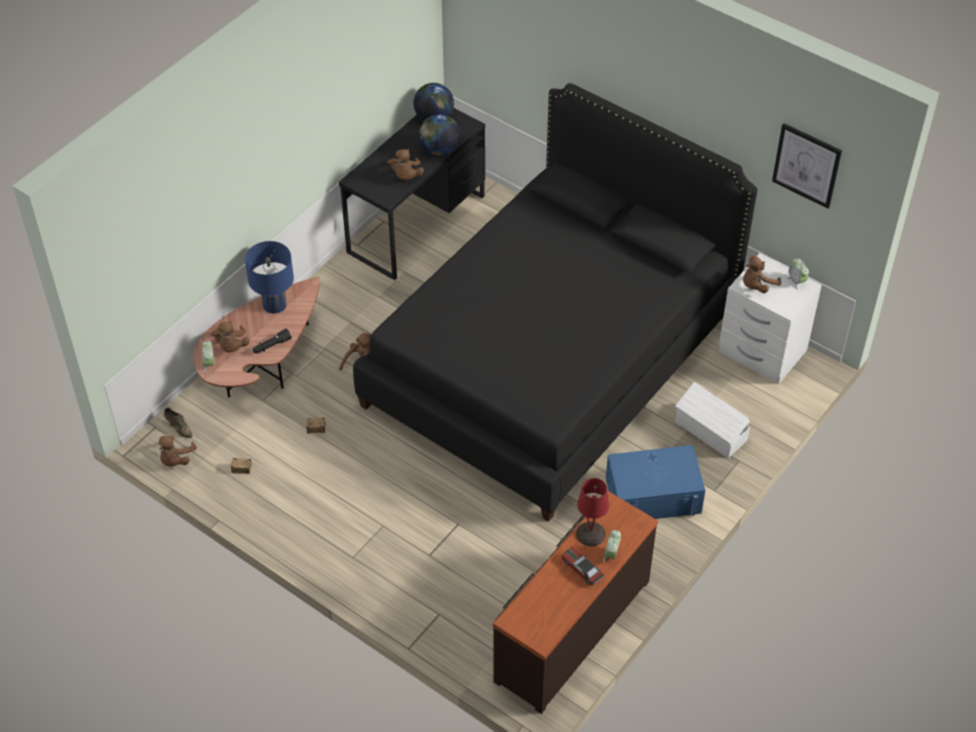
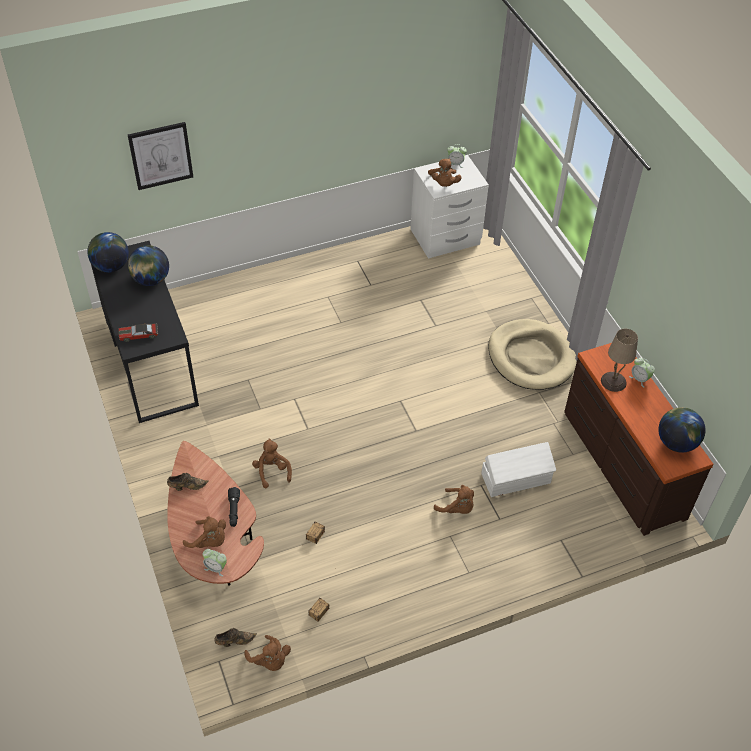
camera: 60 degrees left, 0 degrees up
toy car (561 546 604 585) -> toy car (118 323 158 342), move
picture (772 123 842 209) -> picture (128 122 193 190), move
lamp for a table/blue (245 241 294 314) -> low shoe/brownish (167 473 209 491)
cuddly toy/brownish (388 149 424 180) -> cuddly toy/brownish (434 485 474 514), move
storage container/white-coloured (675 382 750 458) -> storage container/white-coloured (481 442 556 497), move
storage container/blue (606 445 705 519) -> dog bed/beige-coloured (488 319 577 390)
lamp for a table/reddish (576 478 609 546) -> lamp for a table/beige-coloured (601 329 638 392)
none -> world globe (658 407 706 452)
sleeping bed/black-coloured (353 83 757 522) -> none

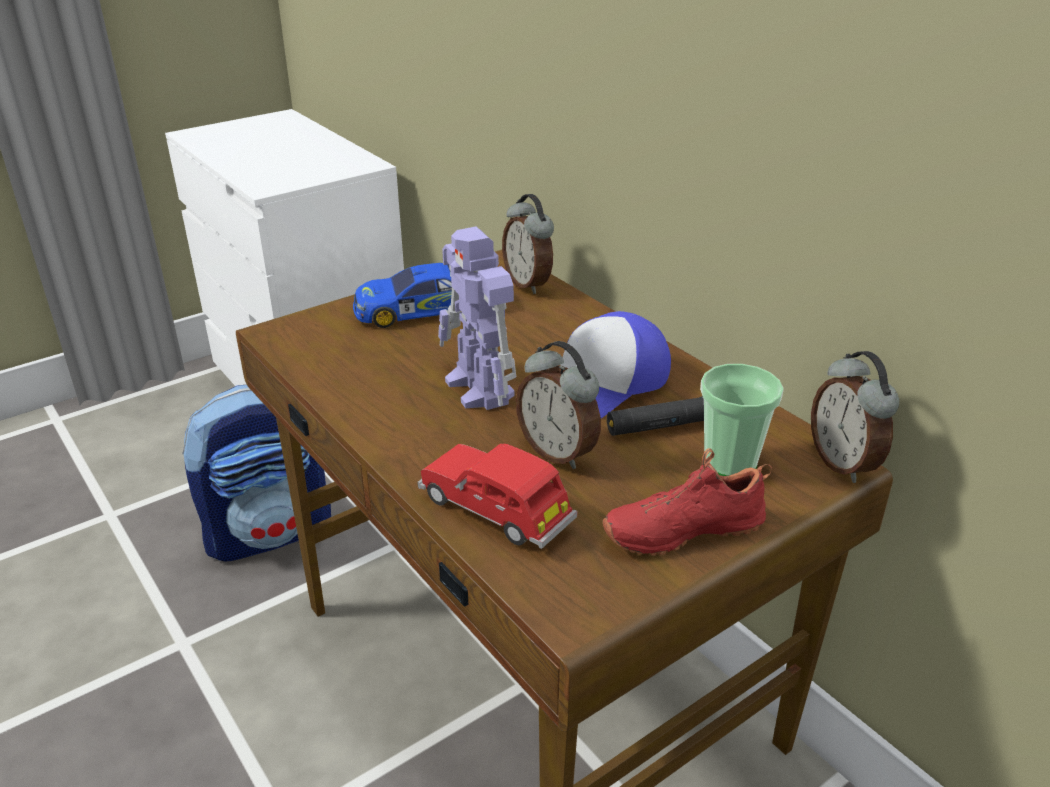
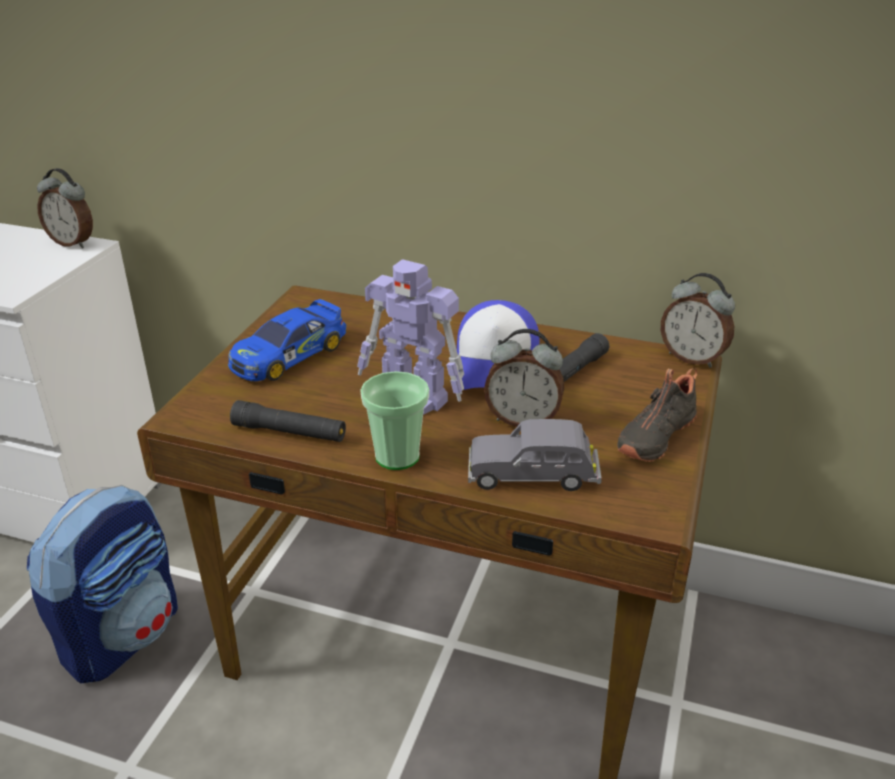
camera: 35 degrees left, 0 degrees up
table clock (502 194 554 294) -> table clock (37 168 93 248), move
none -> hand torch/black-coloured (230 400 346 442)
cup (700 364 784 476) -> cup (360 371 429 470), move
toy car/reddish (417 444 577 549) -> toy car/greyish (468 419 602 491)
low shoe/reddish (603 448 772 556) -> low shoe/black-coloured (617 368 697 462)

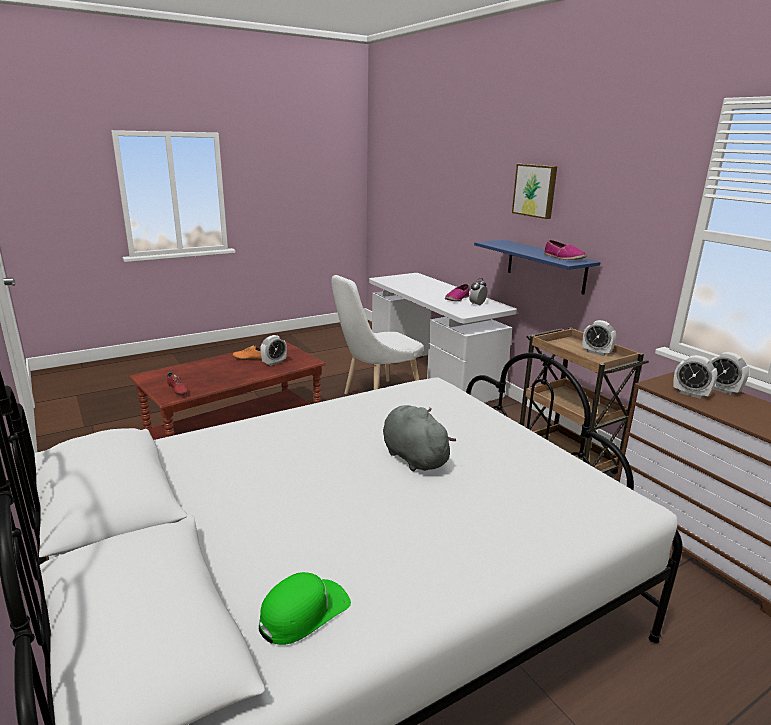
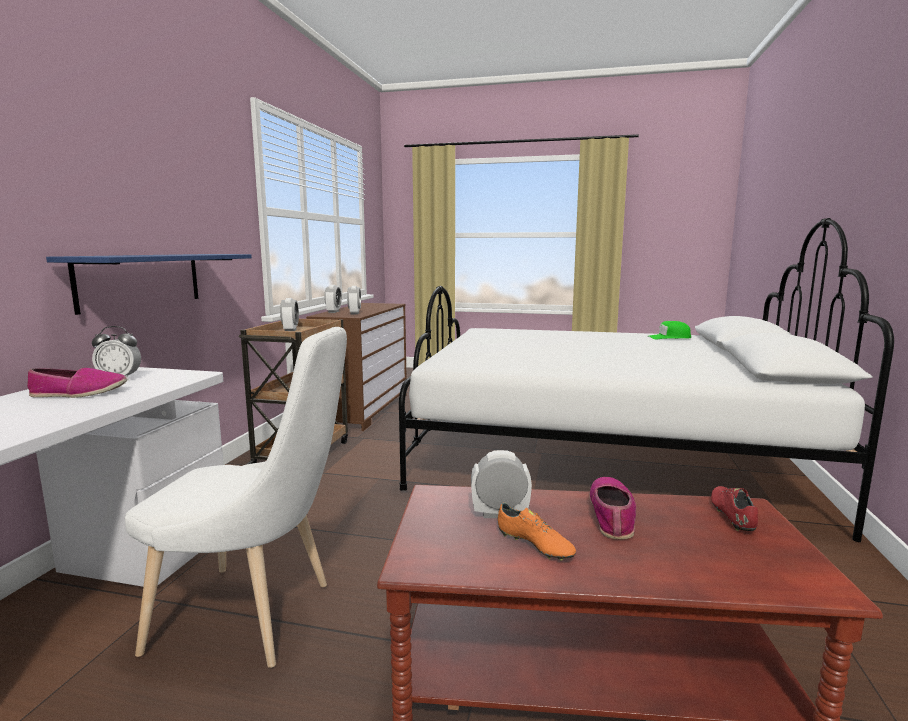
camera: 135 degrees left, 10 degrees down
low shoe (544 240 587 260) -> low shoe (590 477 636 539), move
cuddly toy/greyish (383 405 456 471) -> none
picture (512 164 557 219) -> none

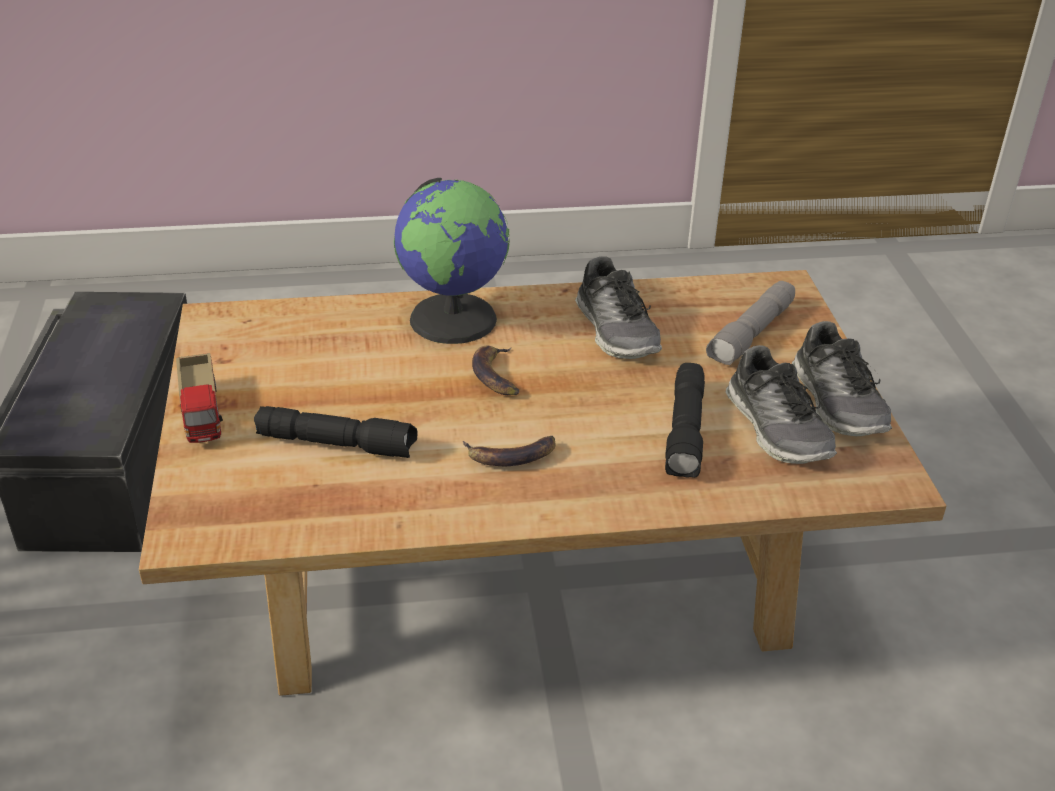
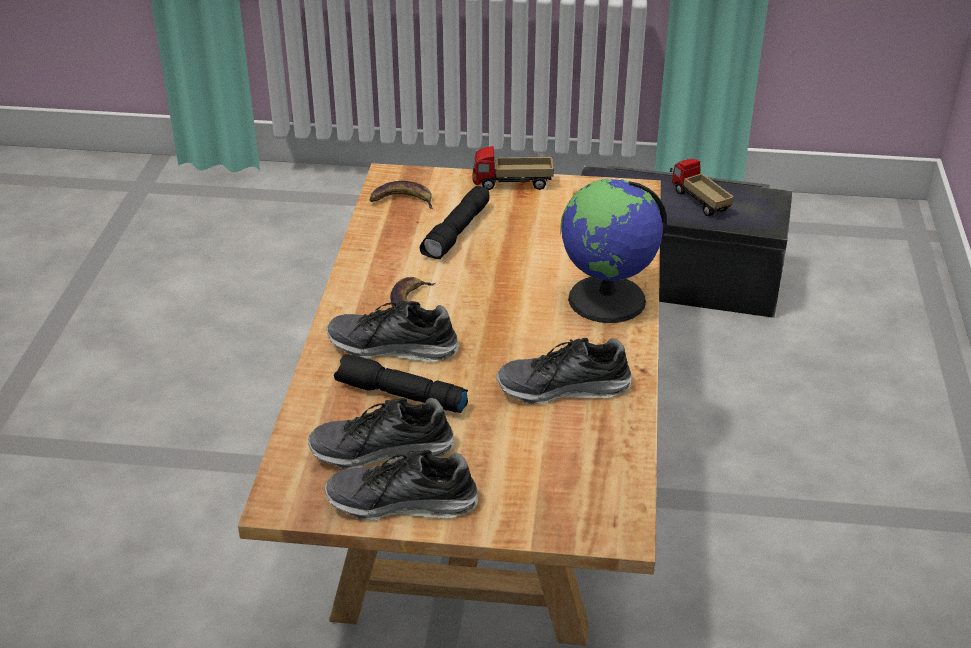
camera: 105 degrees right, 0 degrees up
none -> low shoe (327 301 459 362)
banana (472 346 519 395) -> banana (369 181 433 209), move
none -> model truck (670 159 734 216)
hand torch/greyish (706 281 795 365) -> none

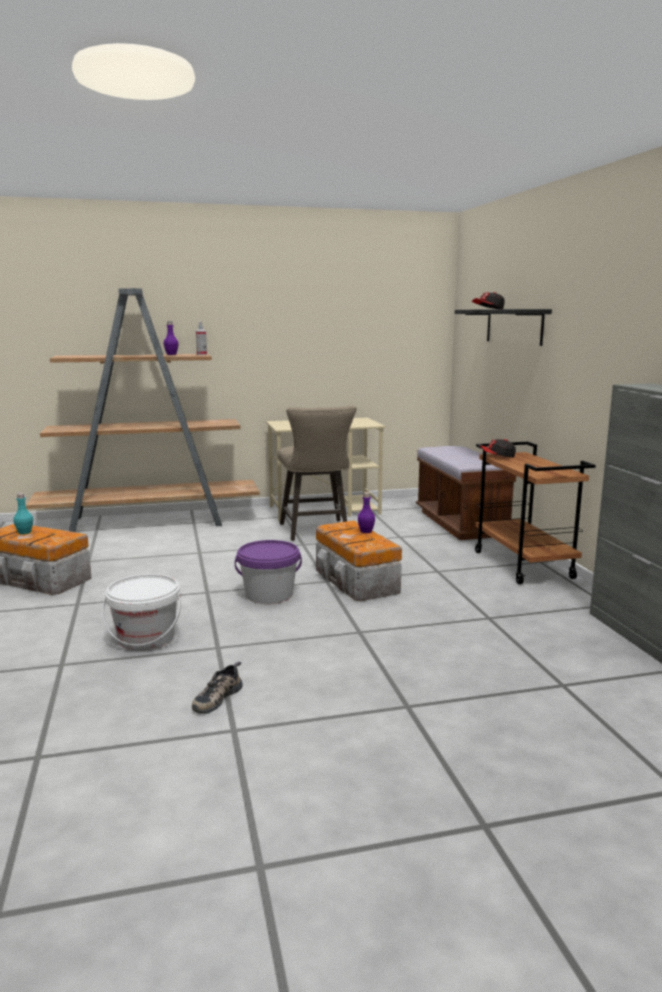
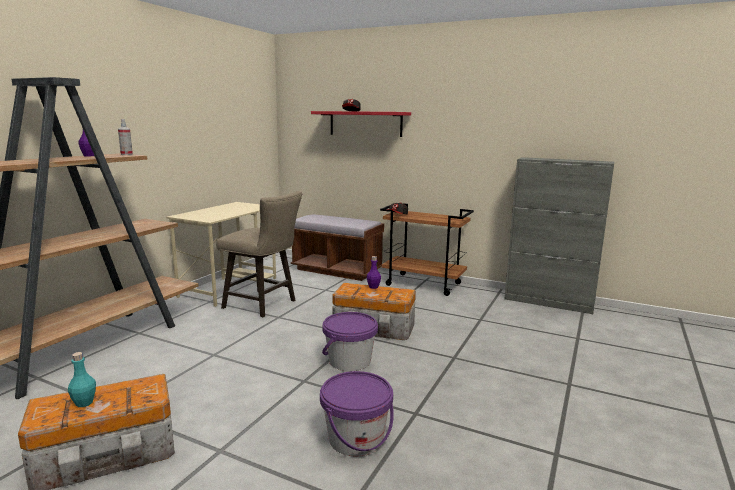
camera: 50 degrees left, 0 degrees up
wall shelf/black-coloured (455 309 552 346) -> wall shelf/reddish (311 111 411 137)
pail/white-coloured (102 574 181 651) -> pail/purple (320 371 394 456)
low shoe (192 662 242 714) -> none

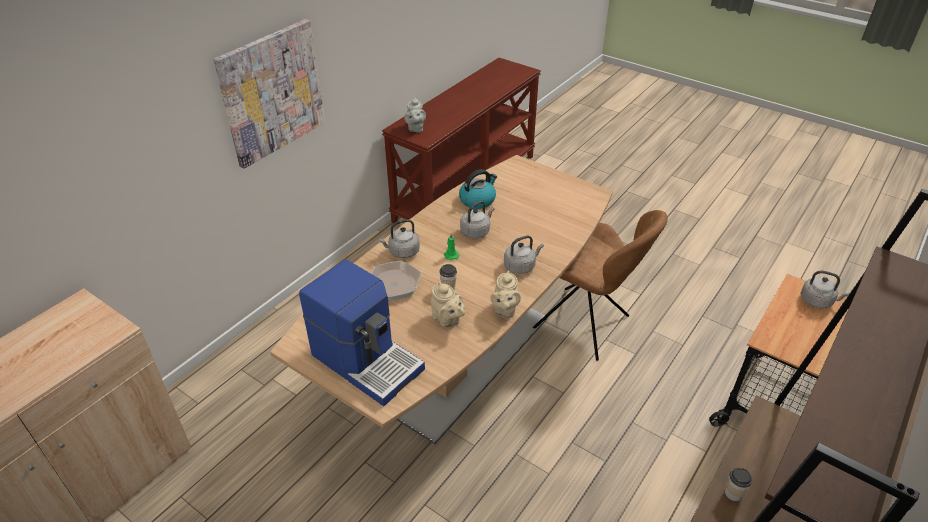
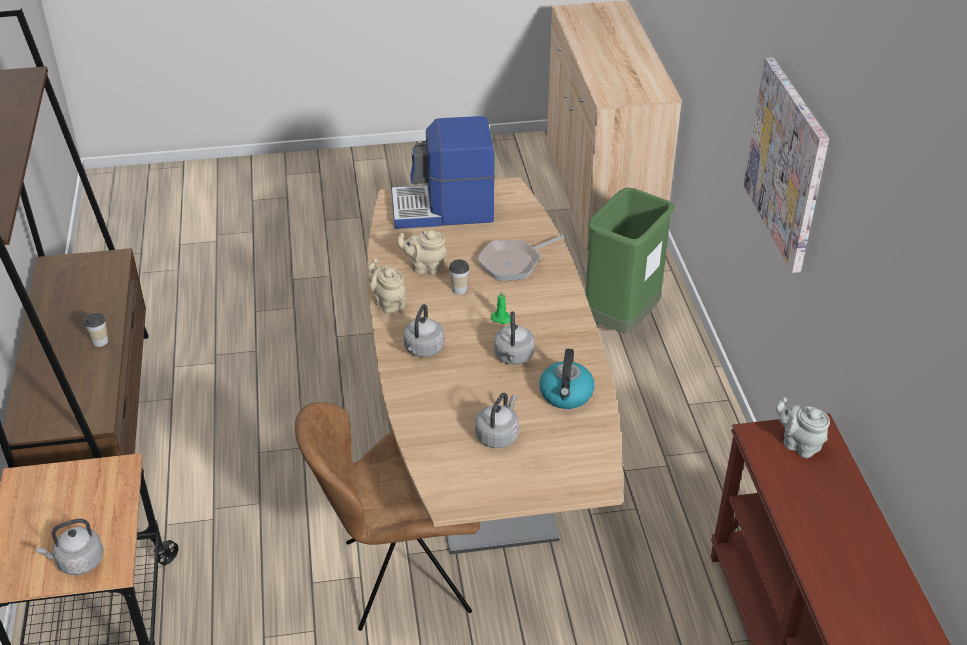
camera: 135 degrees right, 0 degrees up
tea kettle/greyish (379 219 420 258) -> tea kettle/greyish (475 393 519 448), move
none -> waste bin/green (585 188 674 333)

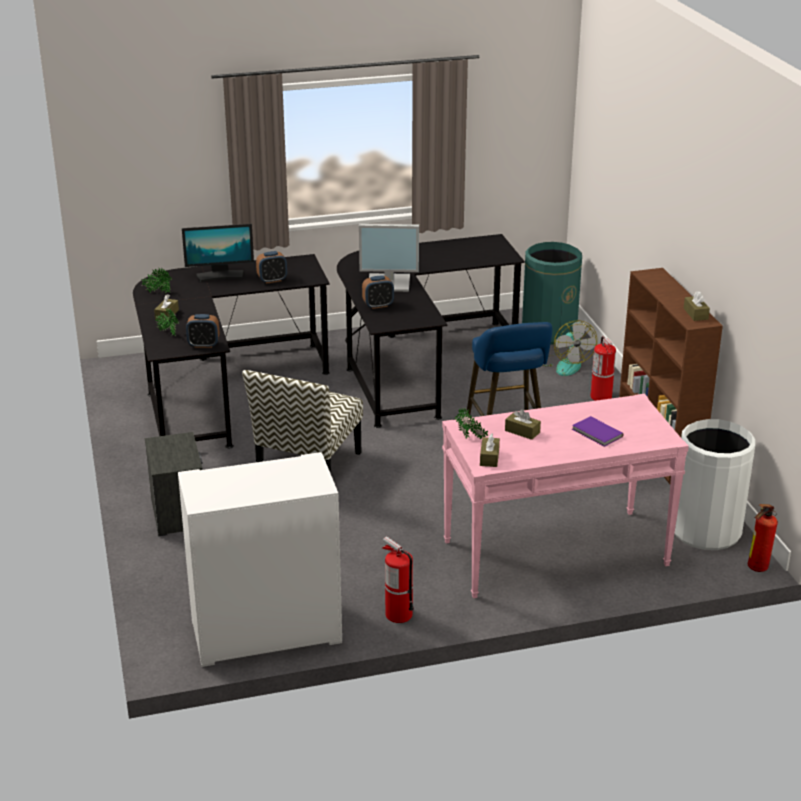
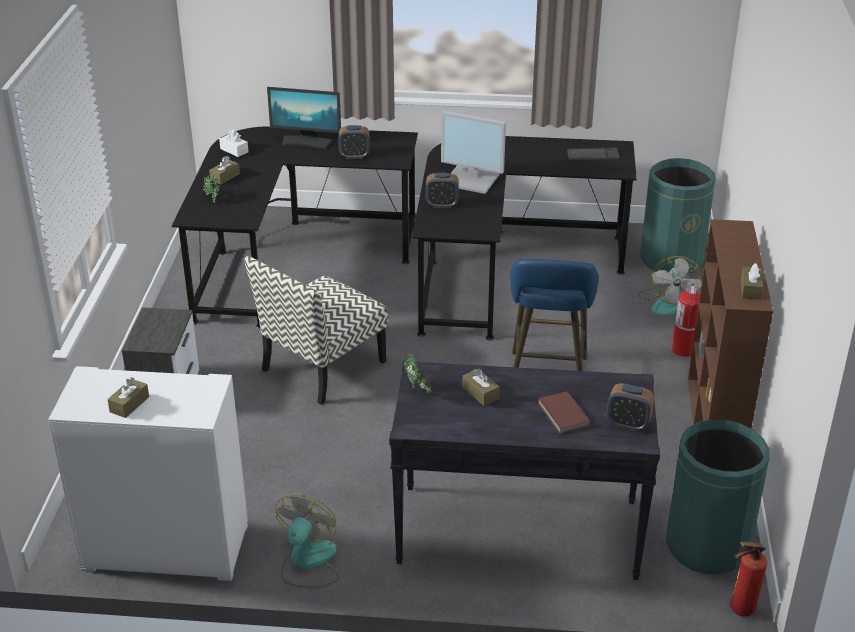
camera: 20 degrees right, 5 degrees up
tissue box/brownish (480 433 500 467) -> tissue box/brownish (107 377 149 418), move
potted plant (141 267 172 293) -> tissue box/white-coloured (219 130 249 157)
fire-fighting cylinder (382 536 414 623) -> fan (275 493 340 588)
hall table/pinkish (442 394 689 598) -> hall table/black-coloured (389 361 660 580)
bound book/purple (572 416 624 447) -> bound book/brownish (538 391 591 433)
none -> keyboard (566 148 620 161)
table clock (186 314 220 348) -> table clock (607 383 654 431), move
waste bin/white-coloured (675 419 755 550) -> waste bin/green (666 419 769 575)

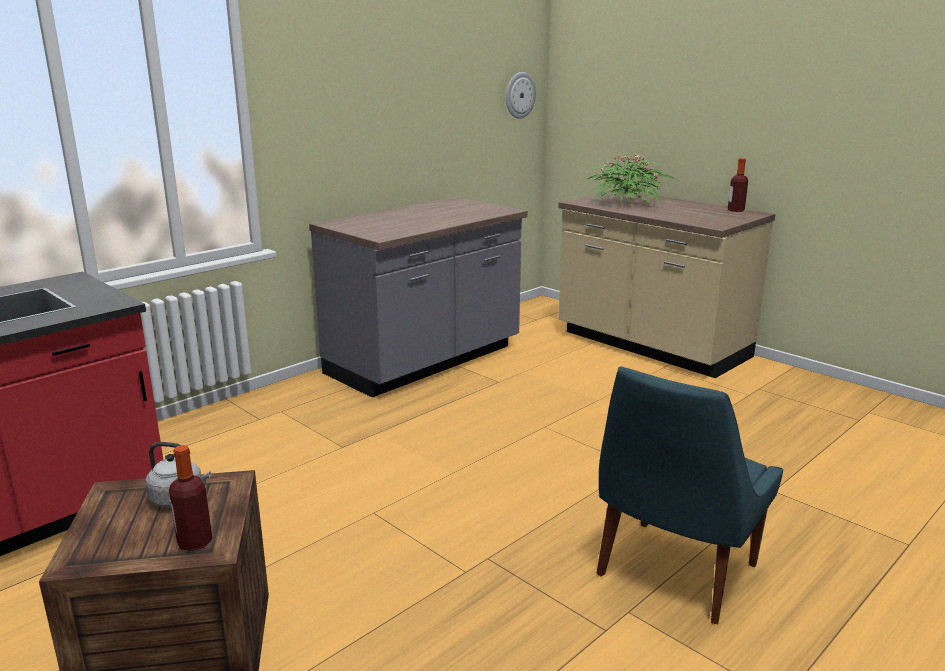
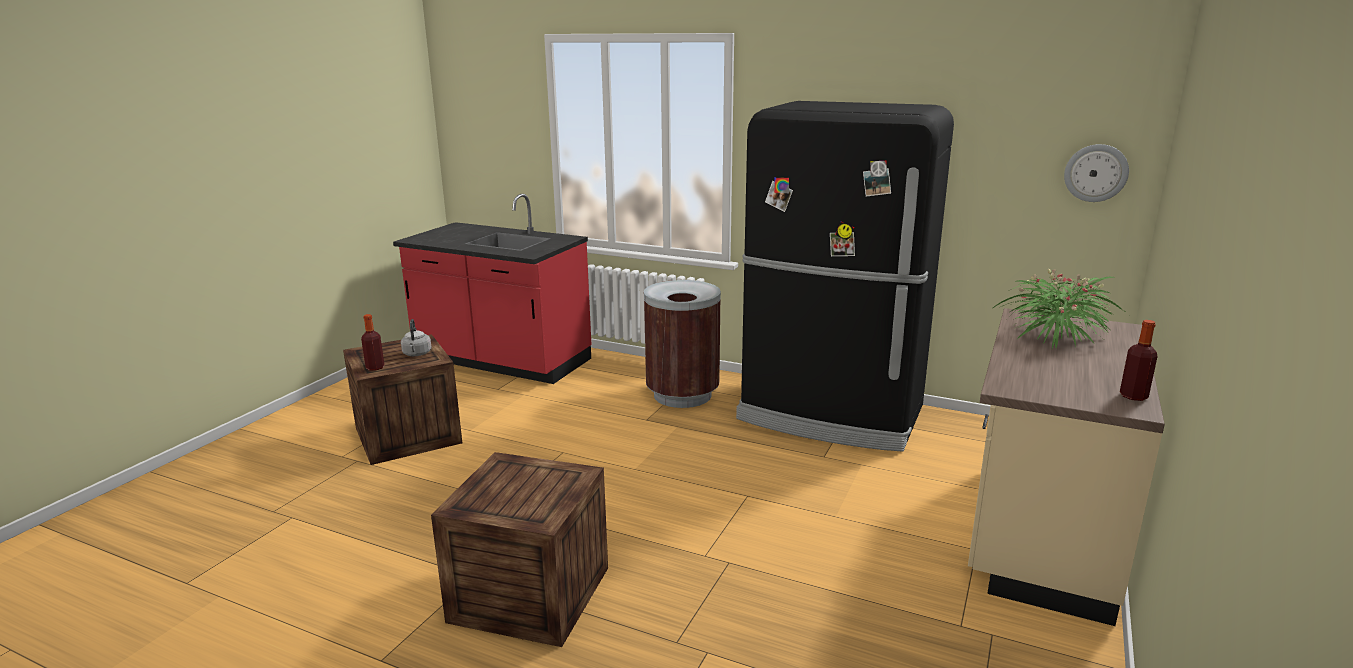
camera: 70 degrees right, 0 degrees up
plain chair/blue (597 366 783 624) -> packing crate (431 452 608 647)
none -> waste bin/brownish (644 280 721 408)
kitchen counter/greyish (309 197 528 397) -> kitchen fridge/black-coloured (736 101 954 452)

